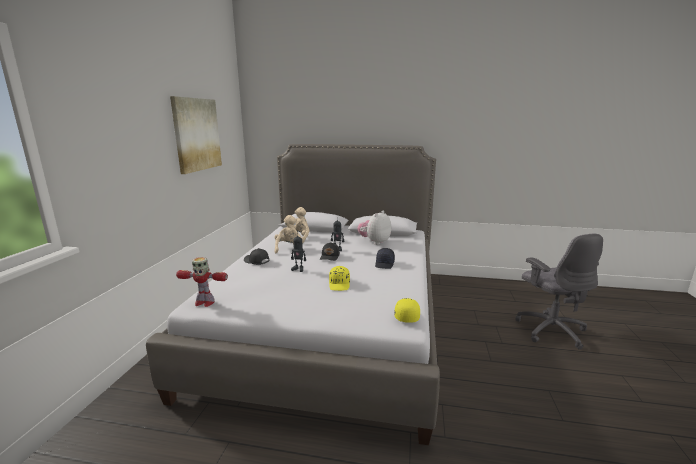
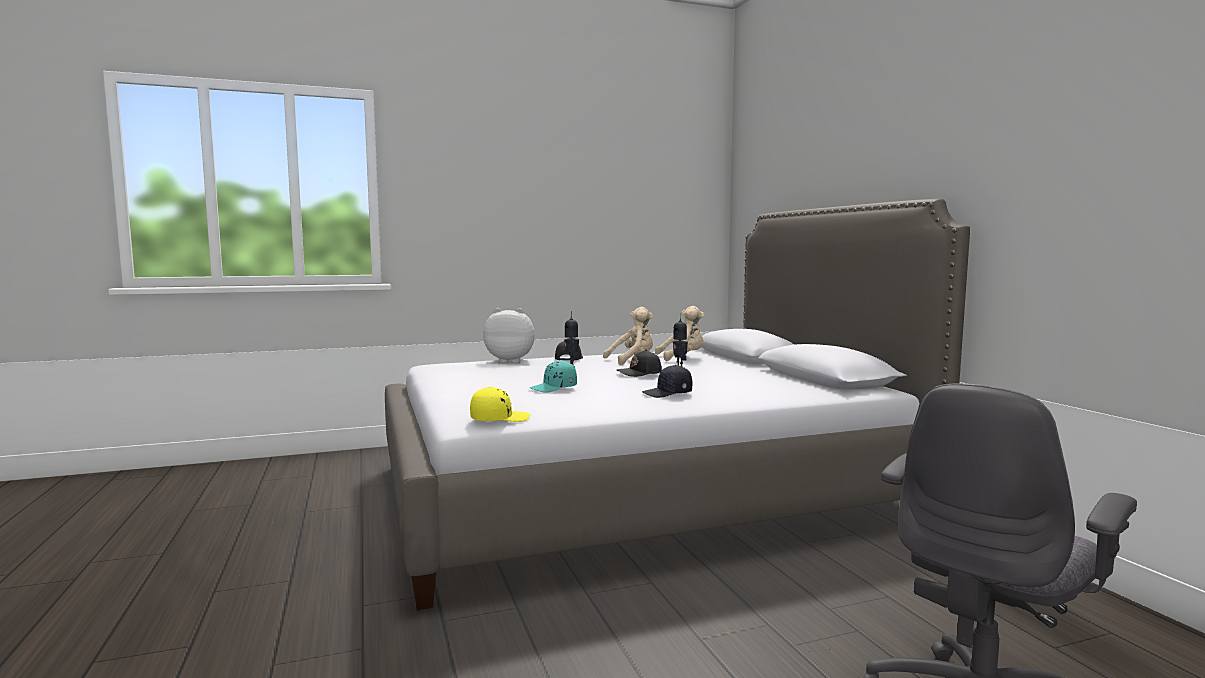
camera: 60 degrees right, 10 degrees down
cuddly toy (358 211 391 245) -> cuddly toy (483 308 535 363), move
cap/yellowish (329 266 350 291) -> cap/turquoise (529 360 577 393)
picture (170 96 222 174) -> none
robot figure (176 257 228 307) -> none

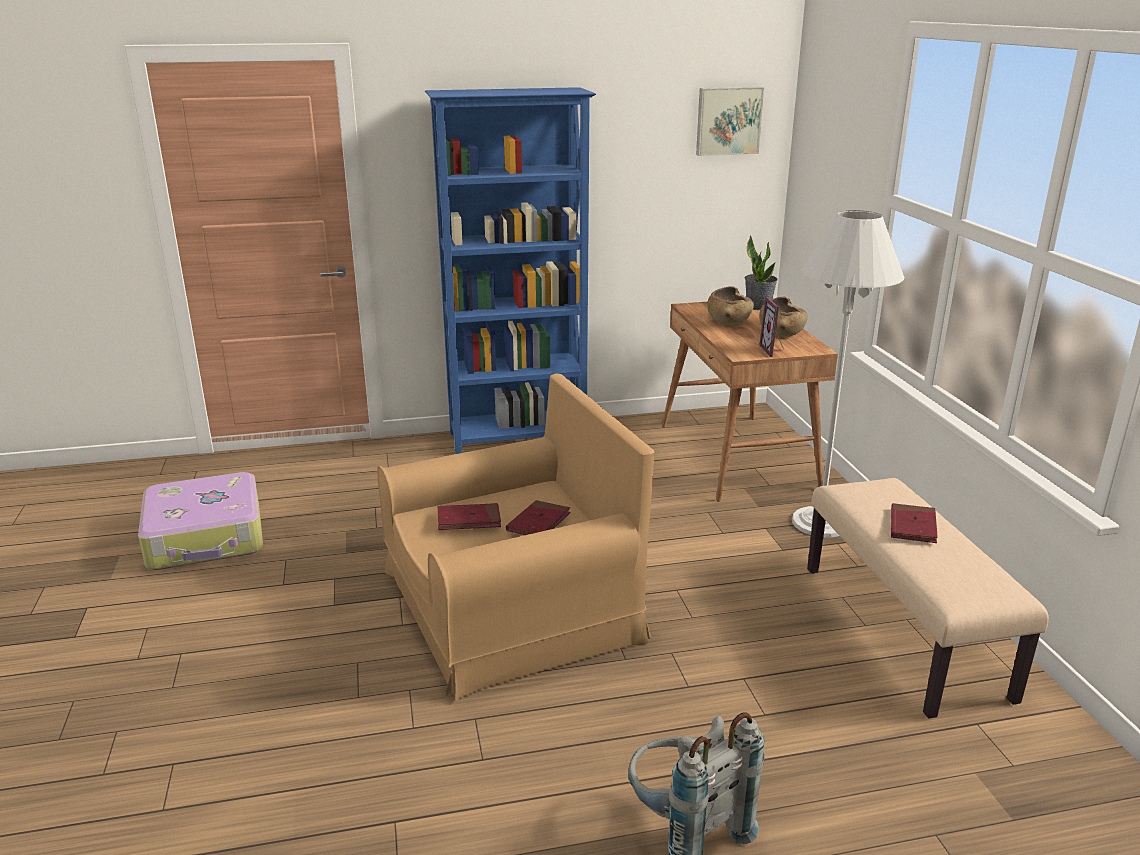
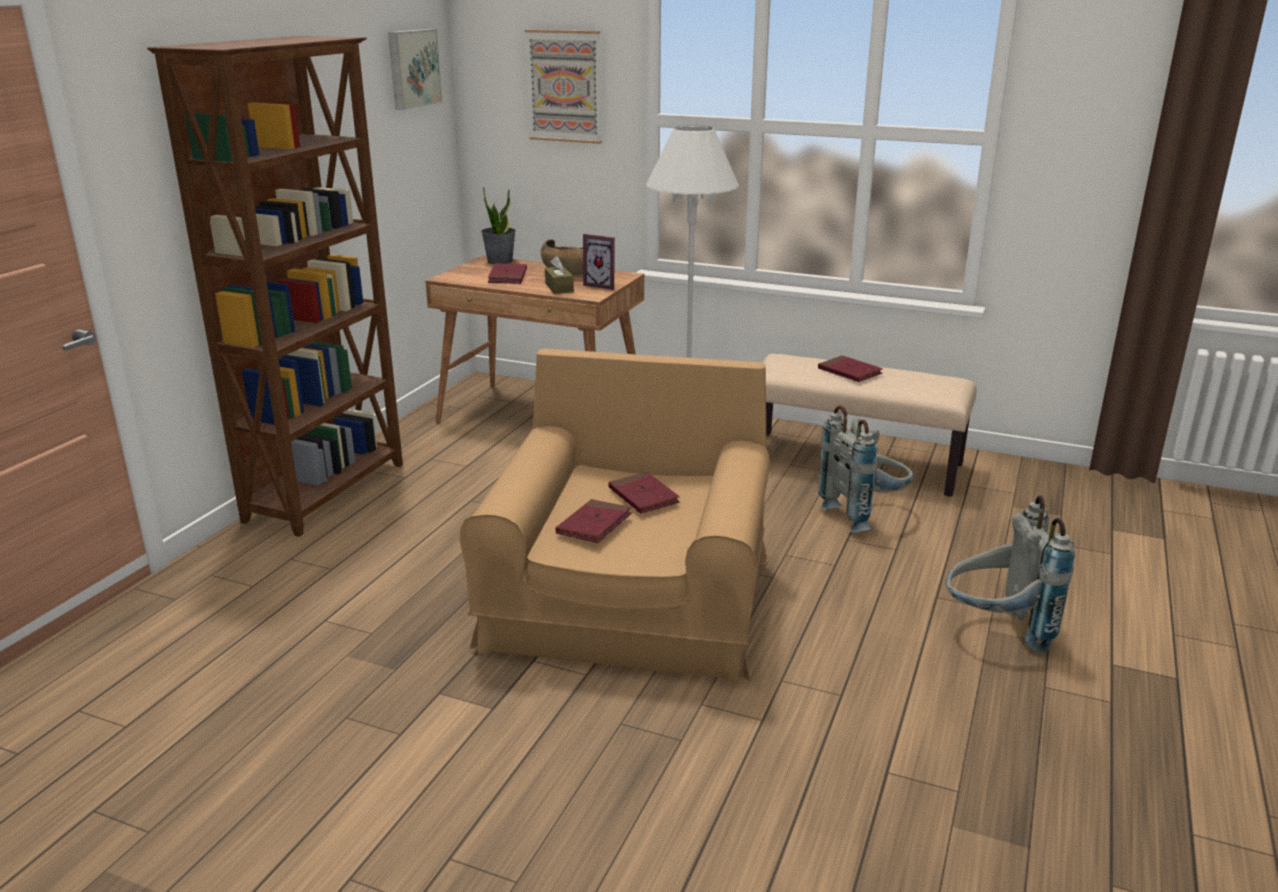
camera: 55 degrees left, 0 degrees up
bookcase/blue (425 87 596 454) -> bookcase/brownish (147 36 403 537)
serving bowl/brownish (707 286 754 325) -> bound book/reddish (488 263 527 284)
none -> picture (525 30 602 144)
none -> tissue box/brownish (545 256 574 294)
none -> knapsack/greyish (818 406 913 532)
piece of luggage (138 472 263 570) -> none

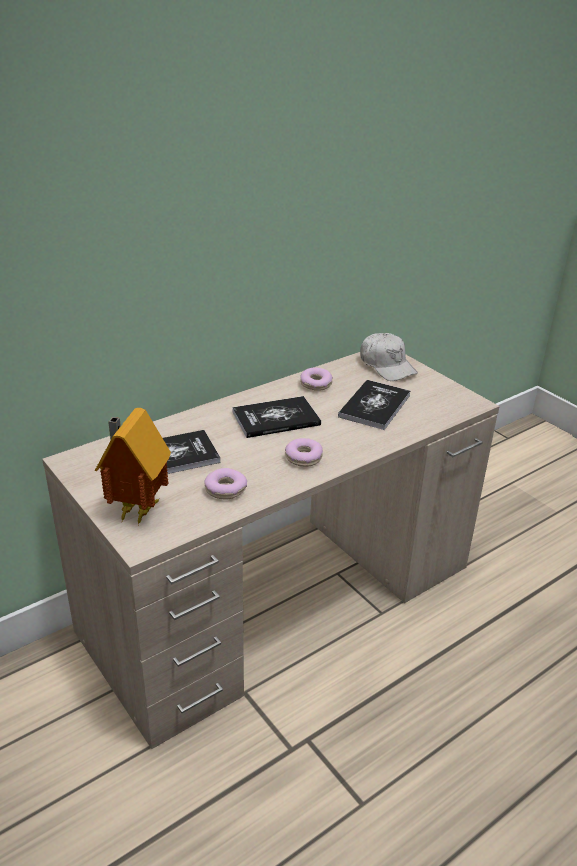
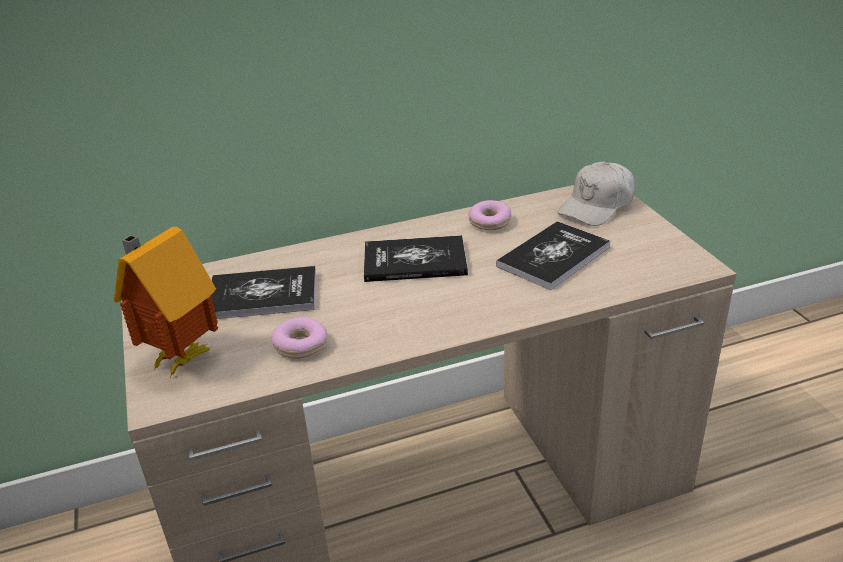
camera: 20 degrees right, 0 degrees up
cap/white-coloured (360 333 418 381) -> cap/white-coloured (557 162 635 226), 60 degrees clockwise
doughnut (285 438 323 467) -> none

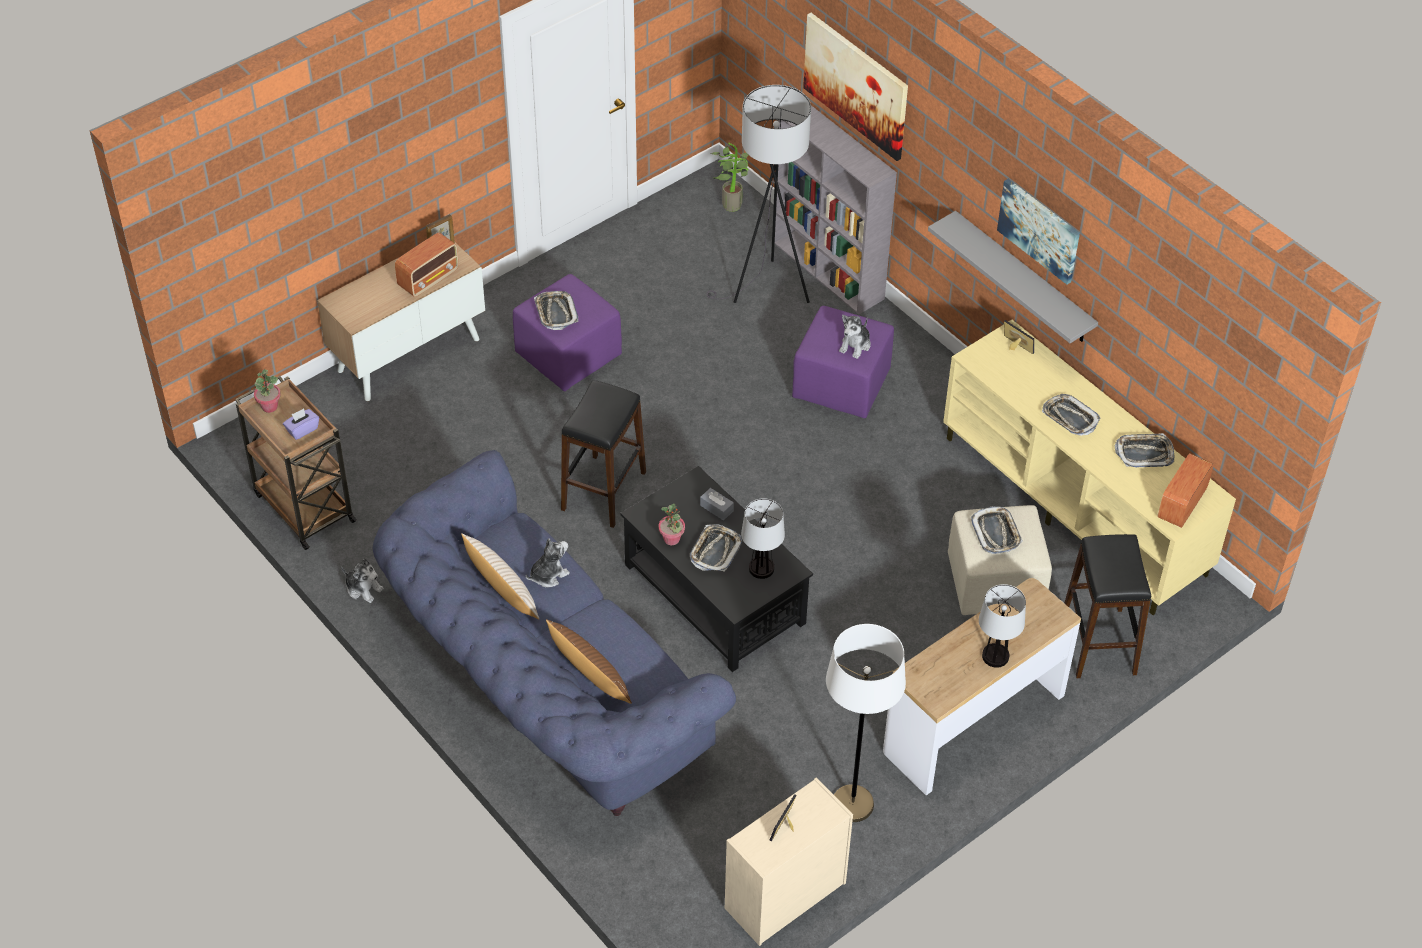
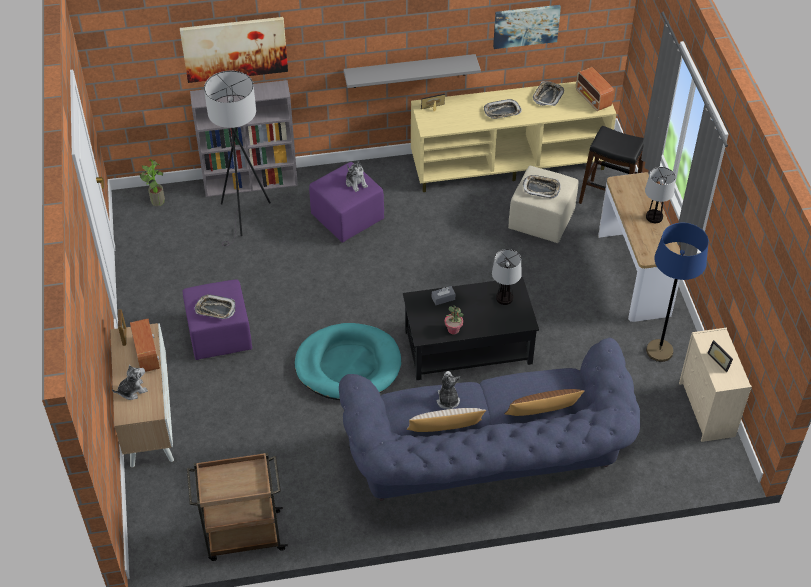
camera: 60 degrees left, 0 degrees up
cuddly toy (341 558 384 603) -> cuddly toy (112 365 148 400), move
stool seat/black-coloured (561 380 646 528) -> dog bed/turquoise (294 323 401 400)
picture (997 179 1080 285) -> picture (493 5 561 49), move
floor lamp/white-coloured (826 624 906 822) -> floor lamp/blue (646 223 709 362)
potted plant (254 369 281 413) -> none
tissue box/purple (283 408 319 440) -> none
carrying tray (690 524 742 572) -> none

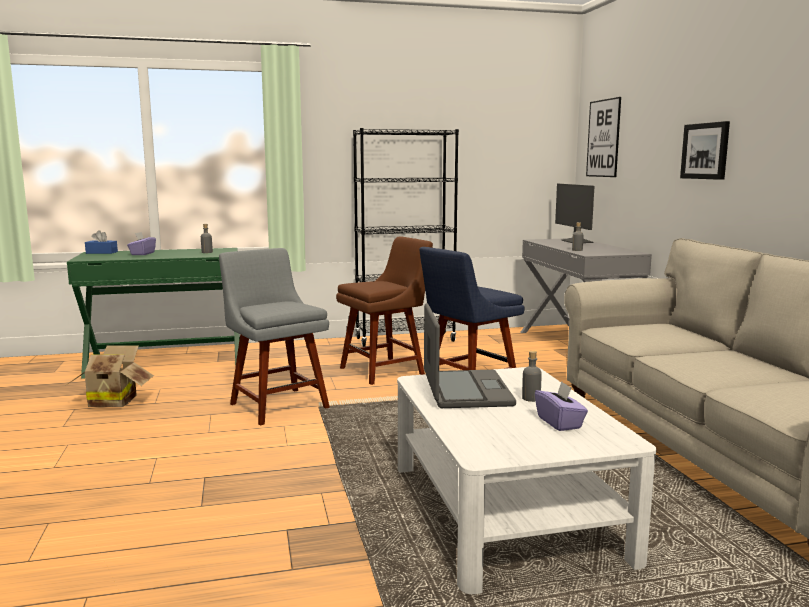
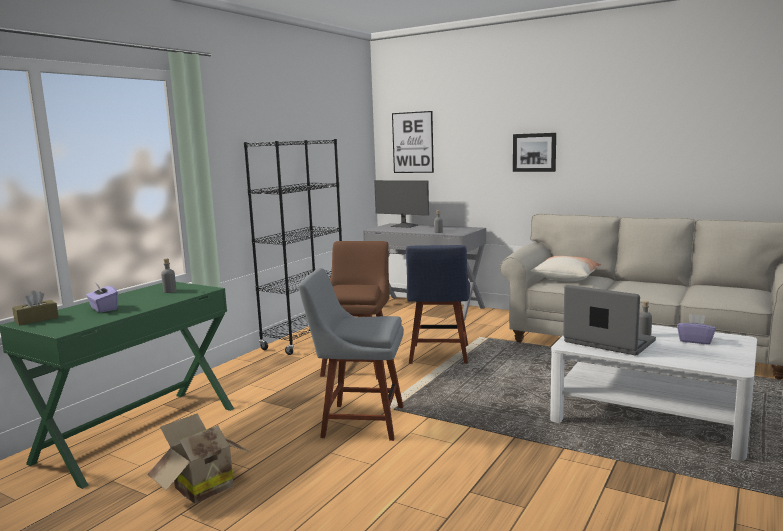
camera: 45 degrees left, 0 degrees up
tissue box/blue (85 230 118 254) -> tissue box/brownish (12 290 59 326)
none -> throw pillow (530 256 601 281)

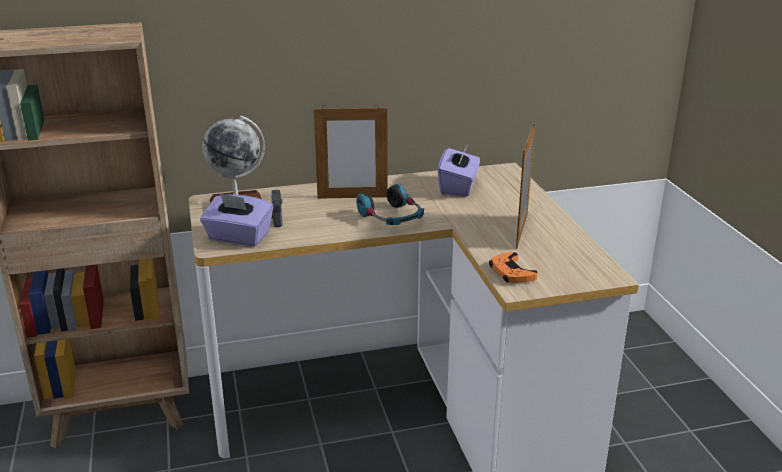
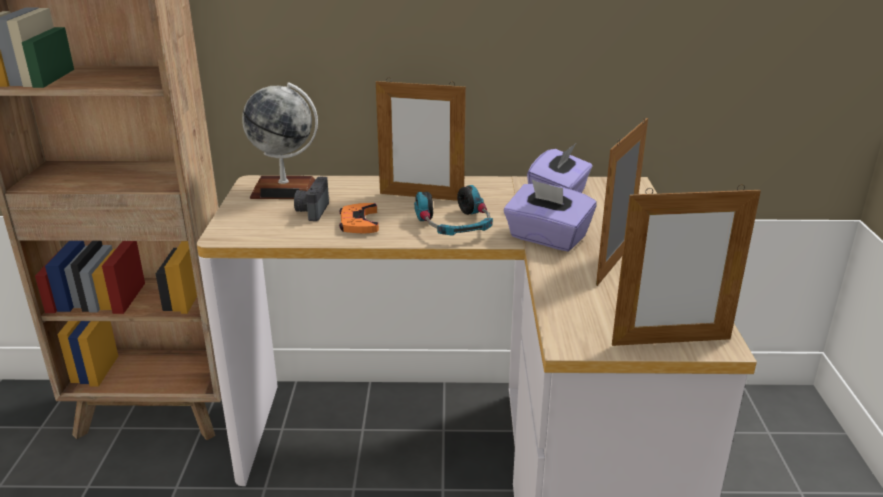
camera: 15 degrees right, 0 degrees up
gamepad/orangey (489 252 537 283) -> gamepad/orangey (339 203 379 233), move
tissue box/purple (200 193 273 246) -> tissue box/purple (504 180 597 252), move
none -> standing frame (612 184 761 346)

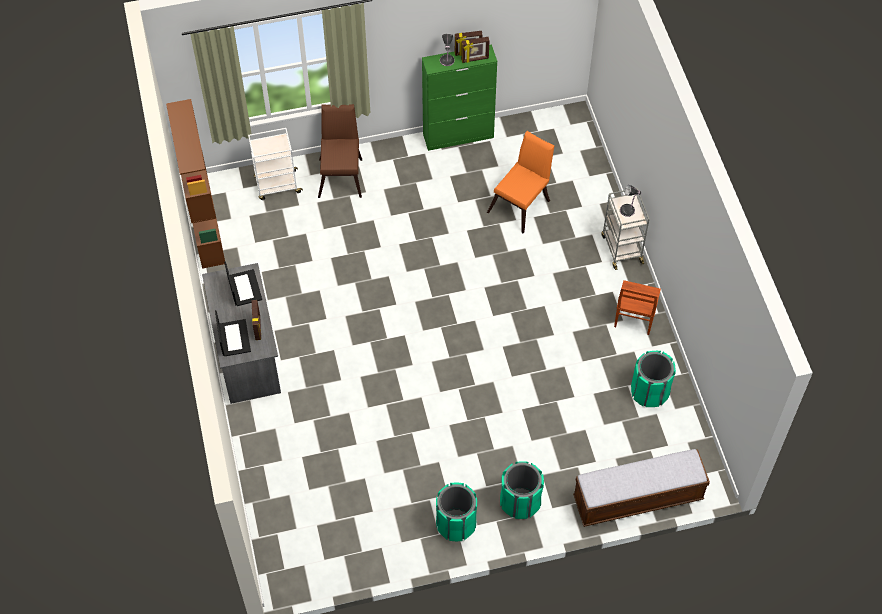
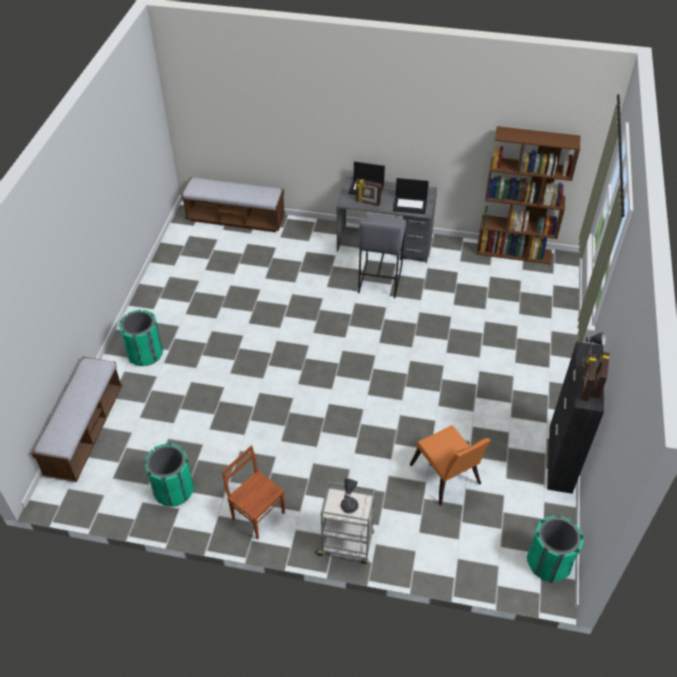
camera: 115 degrees right, 10 degrees down
none -> long seat (182 177 285 232)
none -> stool seat/greyish (358 215 406 298)
waste bin/green (436 483 477 541) -> waste bin/green (527 515 584 582), move
cabinet/green (422 45 497 151) -> cabinet/black-coloured (547 342 604 494)
trolley/white-coloured (248 128 303 200) -> none
plain chair/brownish (318 104 362 198) -> none

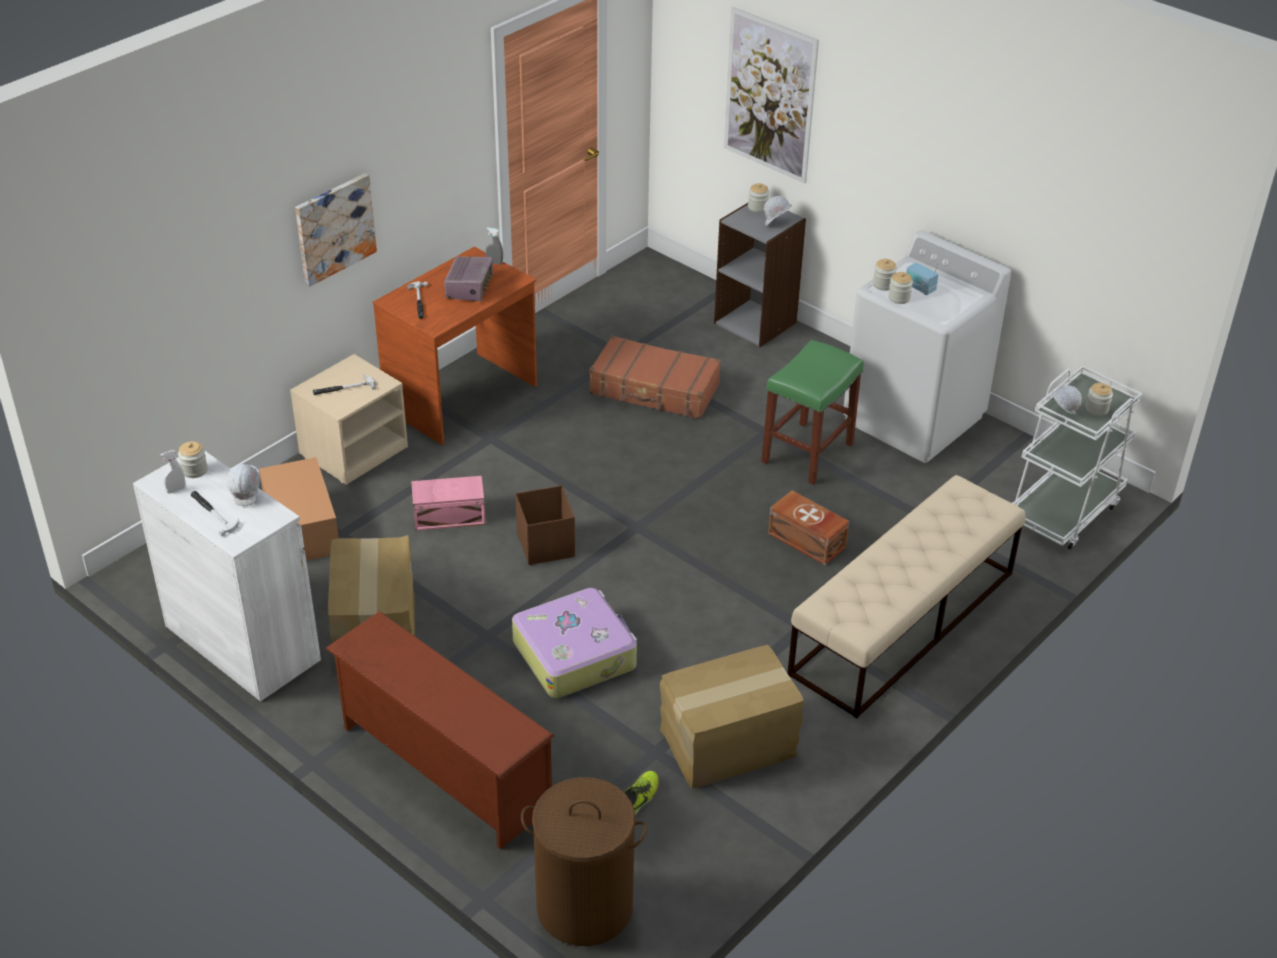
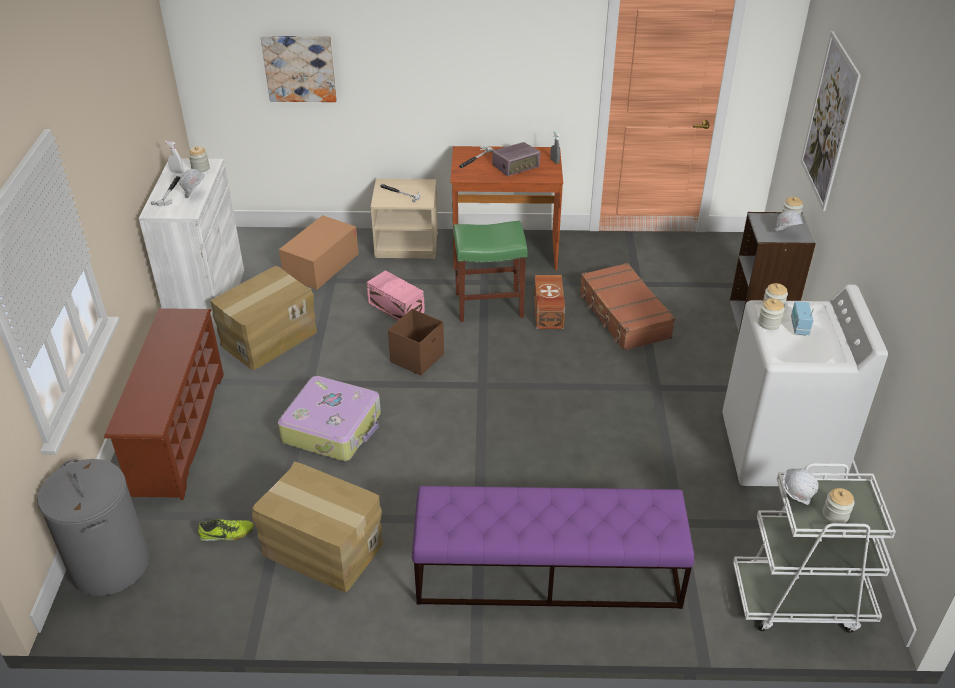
camera: 50 degrees right, 0 degrees up
hamper/brownish (521 777 647 946) -> hamper/greyish (37 459 149 596)
picture (295 173 377 287) -> picture (261 36 337 102), move
long seat/beige-coloured (787 475 1026 718) -> long seat/purple (412 486 695 609)
stool seat/green (761 340 864 485) -> stool seat/green (453 221 528 322), move
storage container/brownish (768 490 849 565) -> storage container/brownish (534 275 565 329), move

